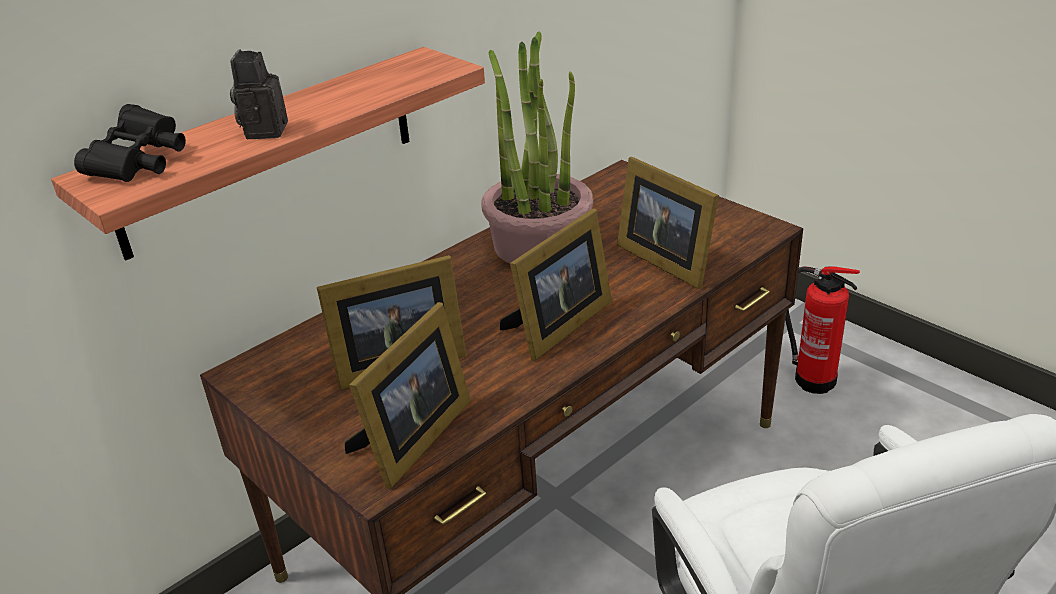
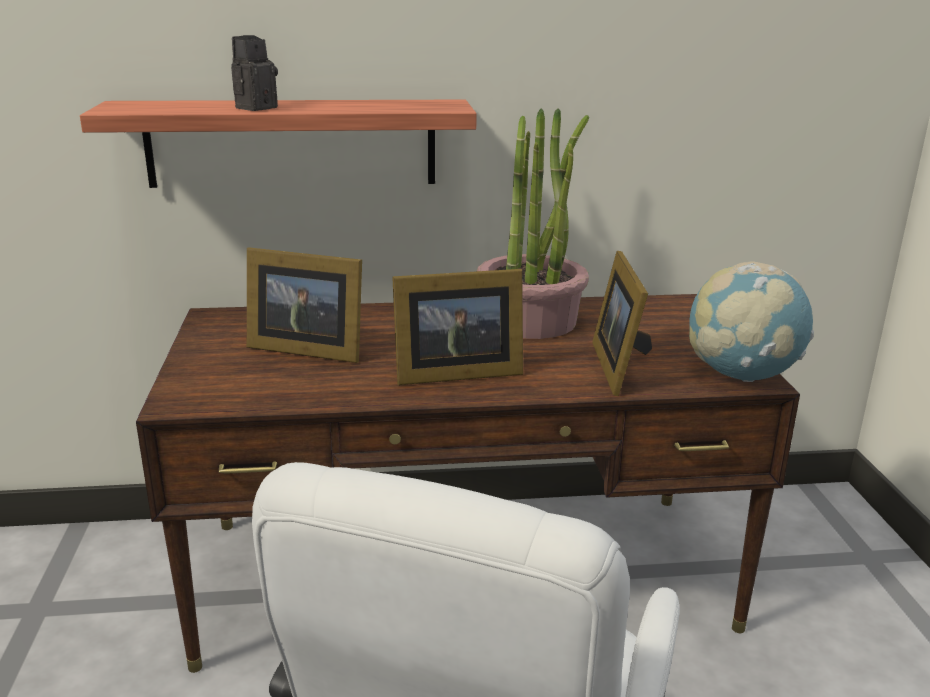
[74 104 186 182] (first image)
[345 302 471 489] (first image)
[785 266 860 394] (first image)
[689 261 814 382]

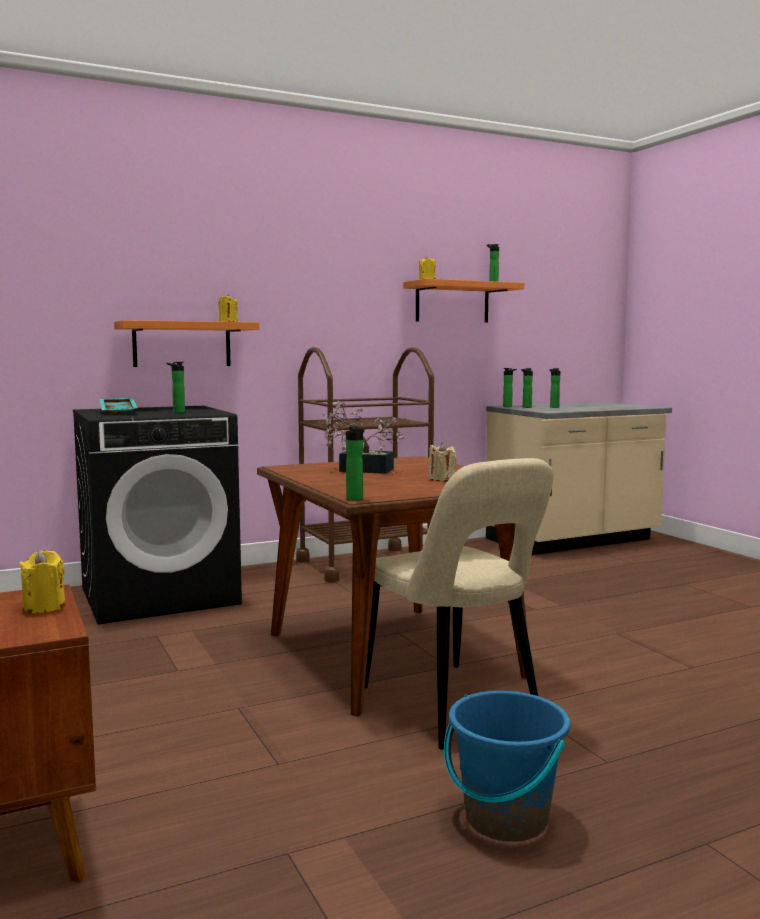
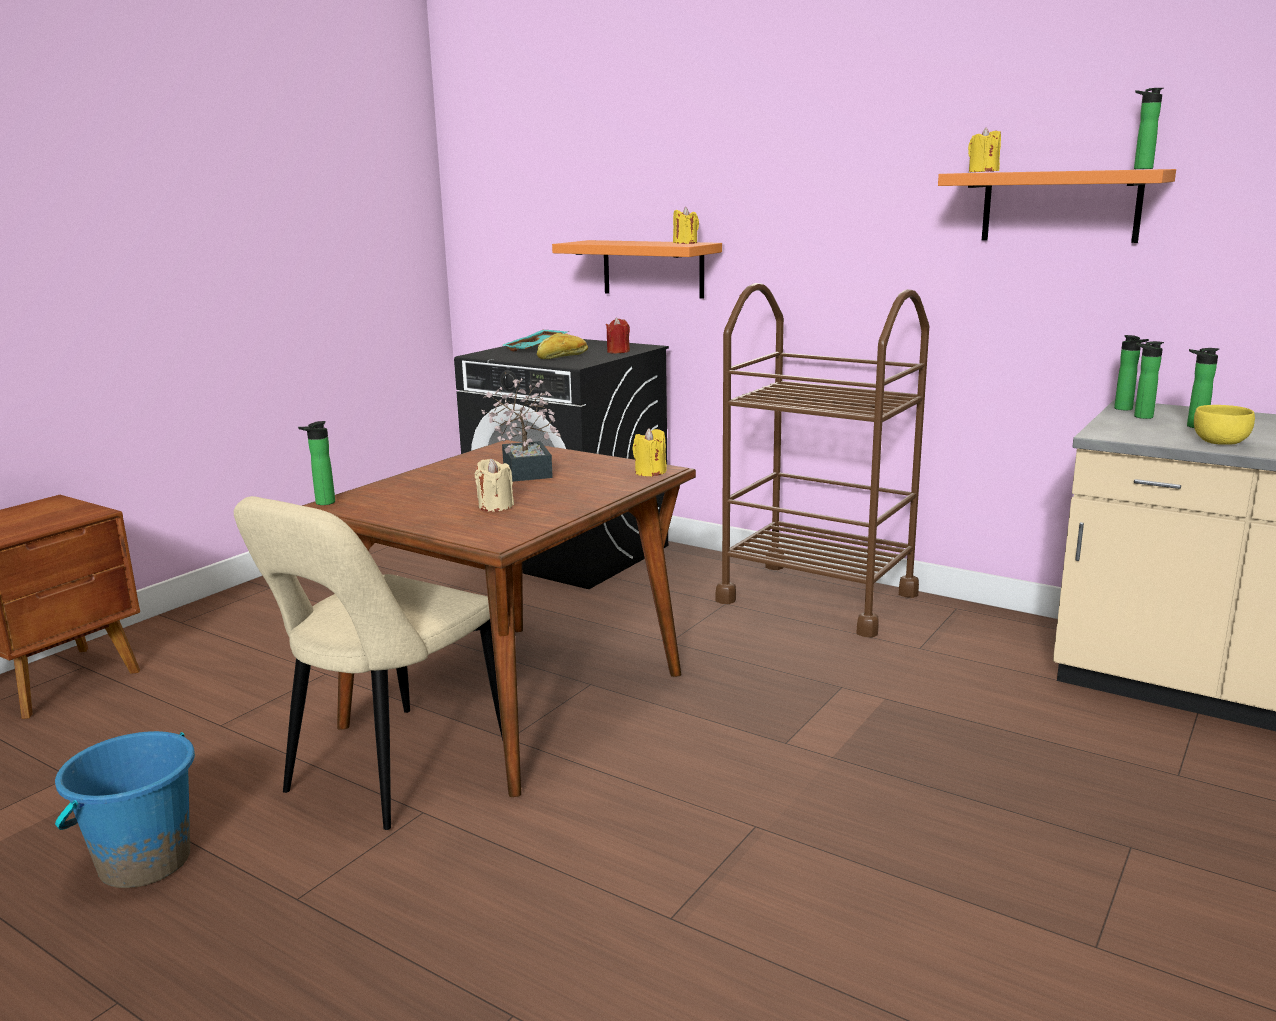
[606 318 630 353]
[1194 405 1255 445]
[632 428 667 477]
[537 333 588 359]

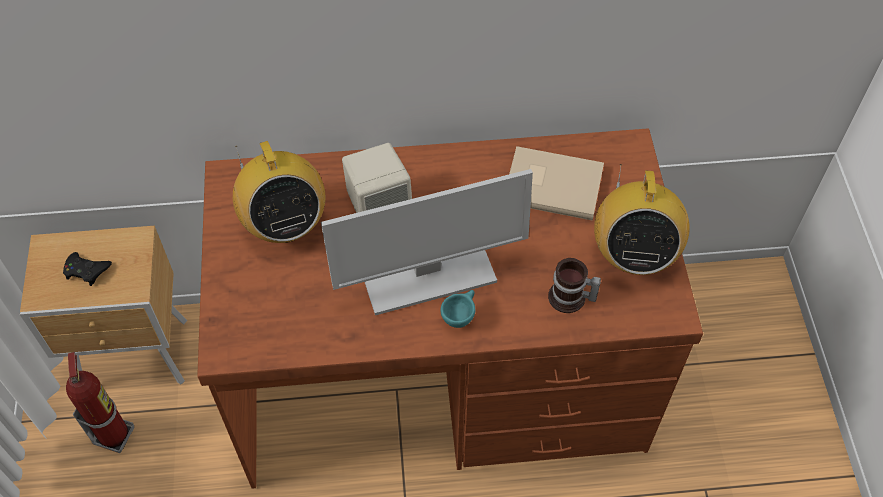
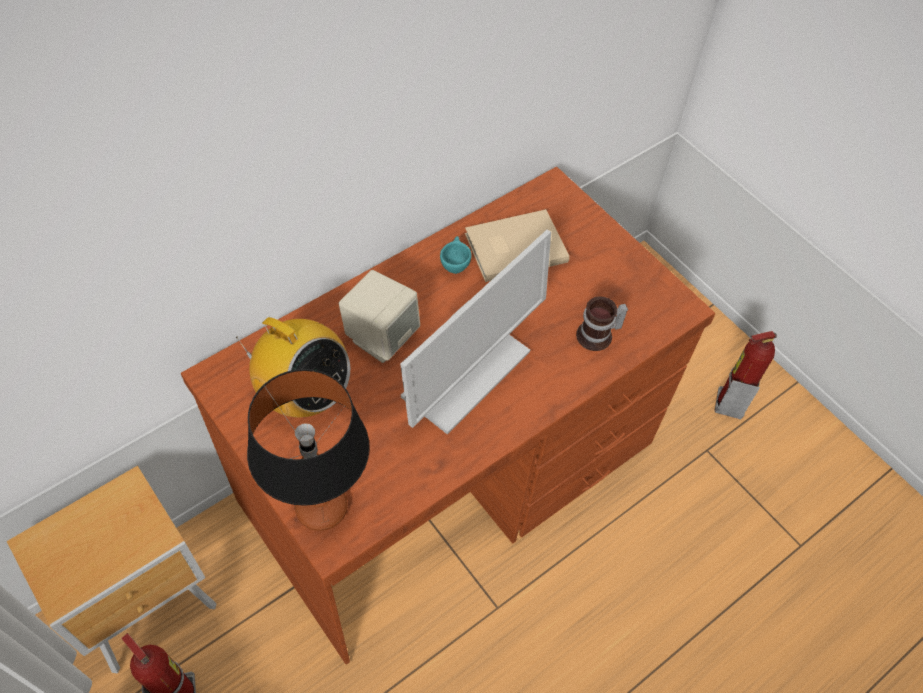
[63 252 112 286] (first image)
[594 164 689 275] (first image)
[247 369 370 531]
[714 331 777 420]
[440 236 472 274]

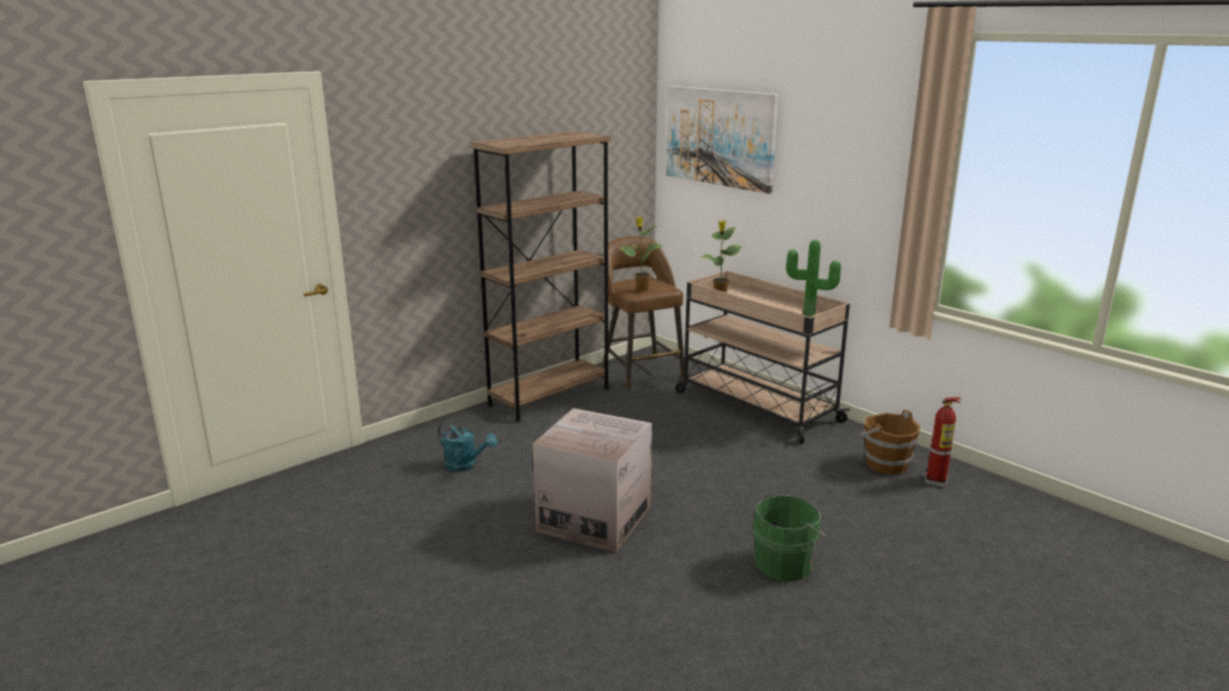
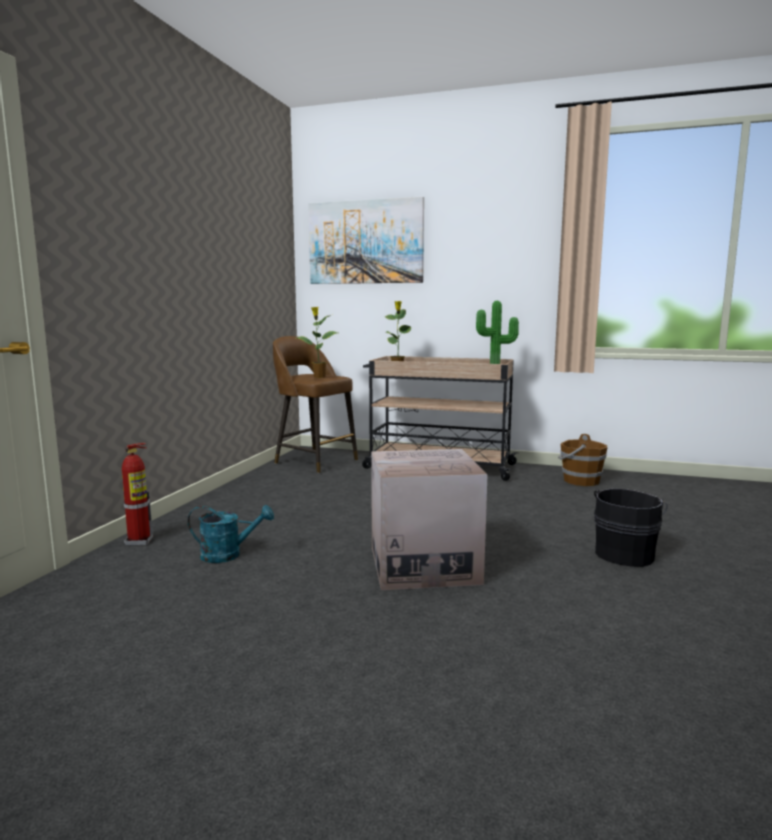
[469 131 611 422] (first image)
[122 443 153 546]
[594 489 668 567]

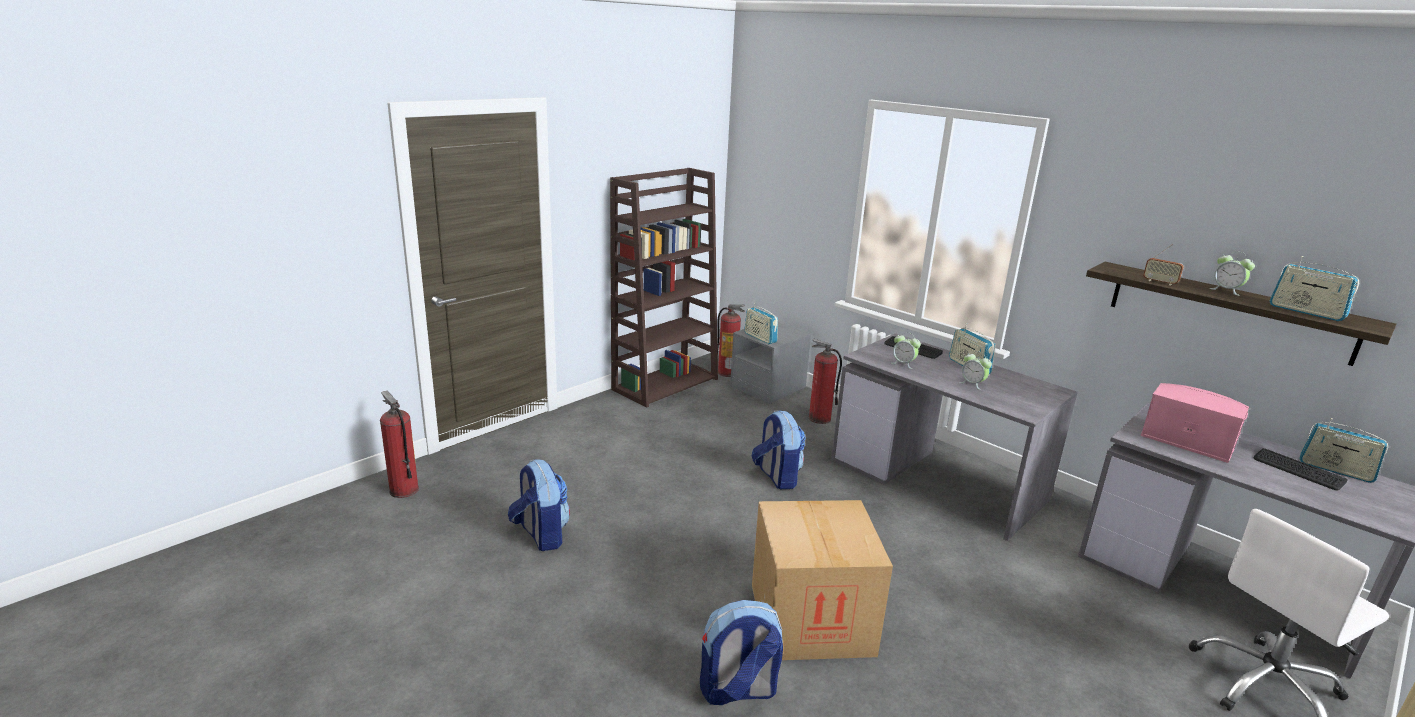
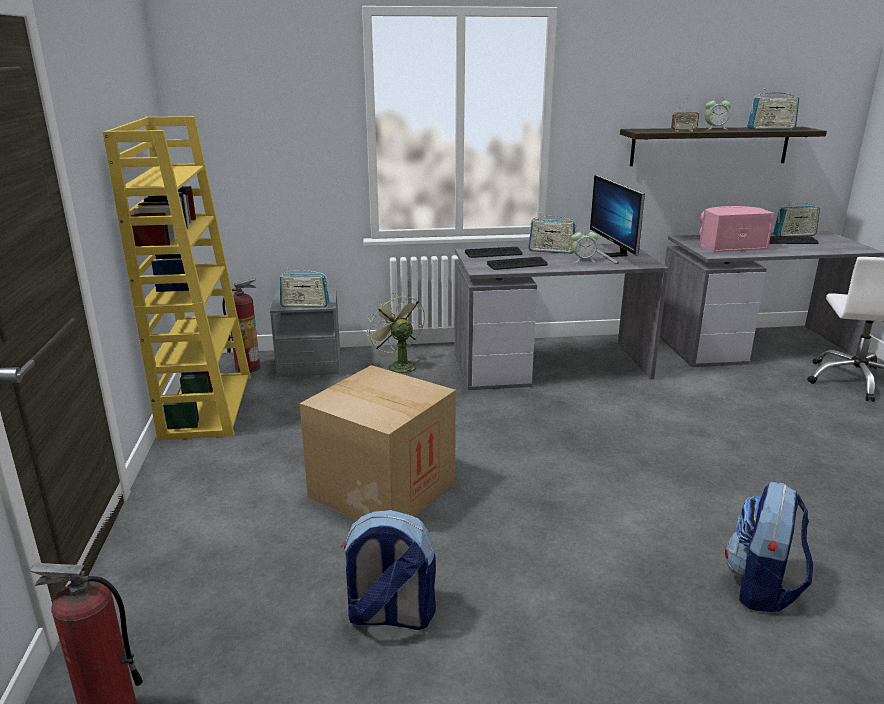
[752 410 806 489] (first image)
[590 175 645 264]
[300 365 456 520]
[366 293 425 376]
[487 257 548 270]
[103 116 251 441]

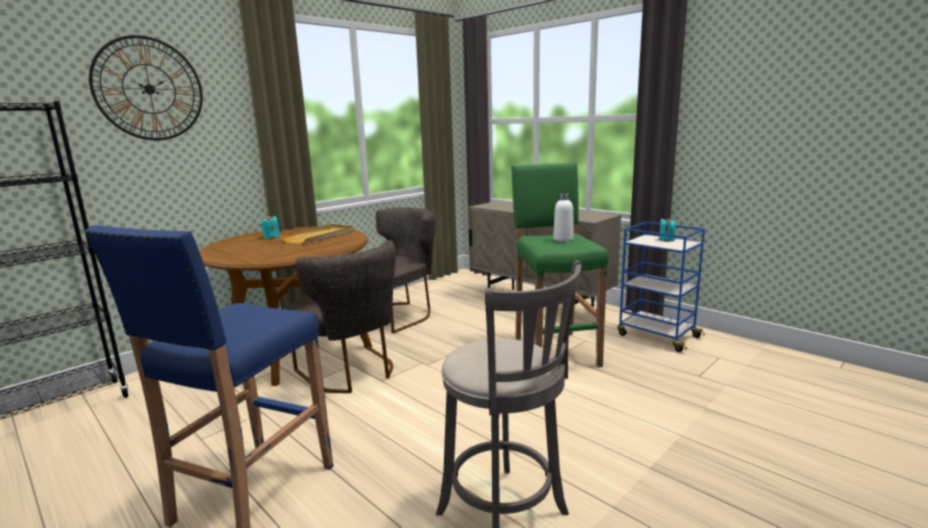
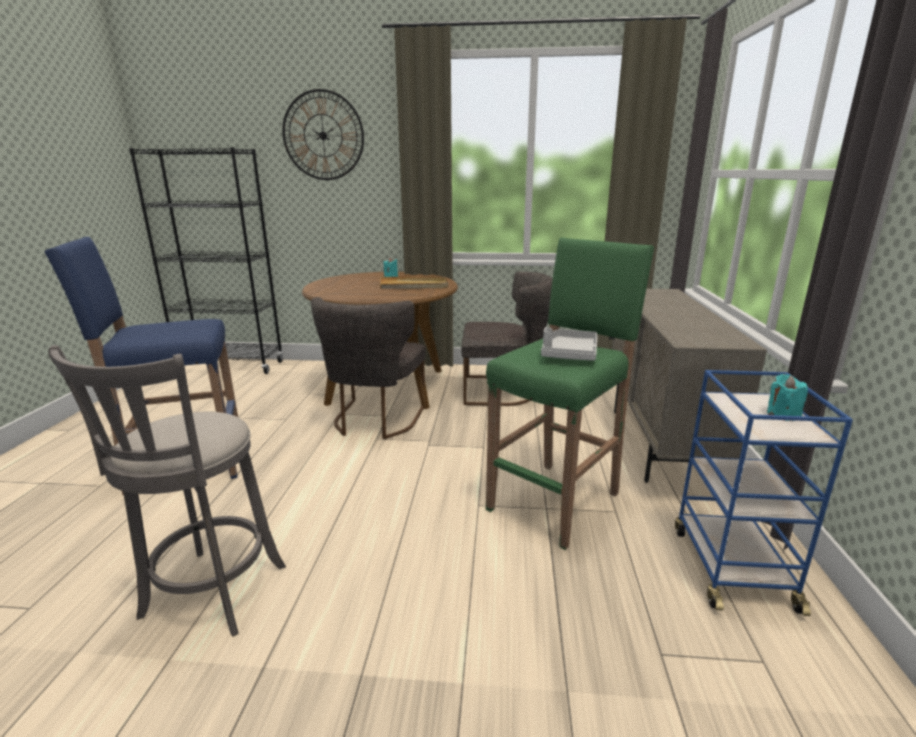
[541 327 598 361]

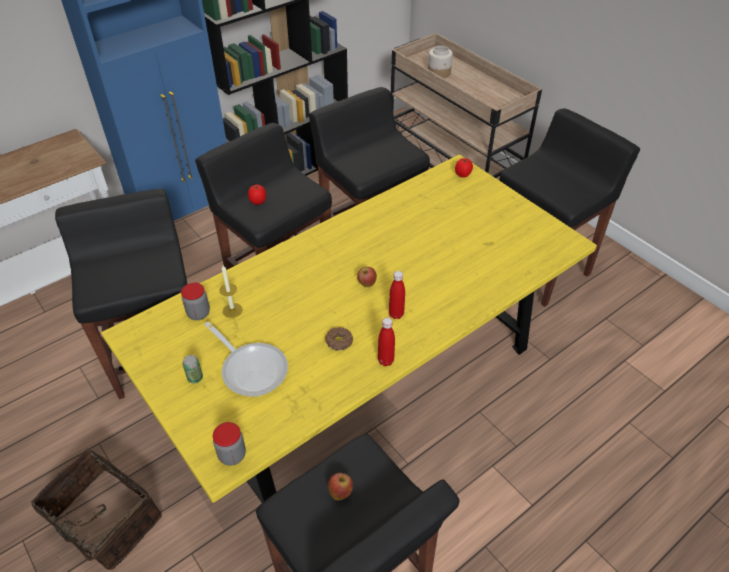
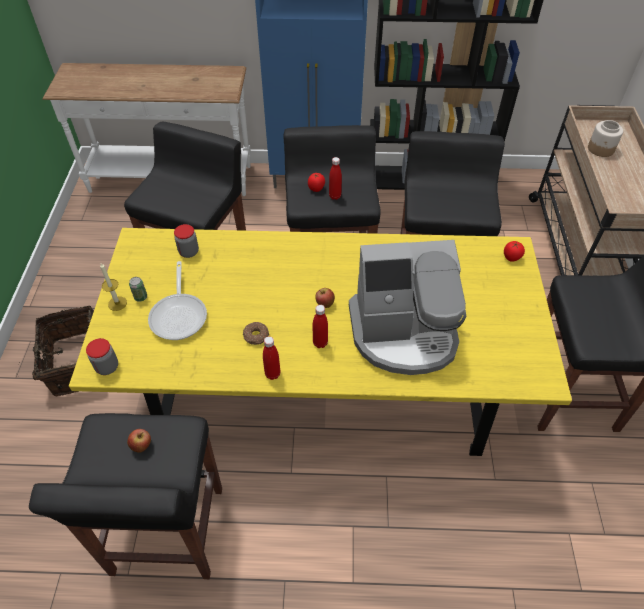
[329 157 342 200]
[349 240 466 375]
[100 263 127 311]

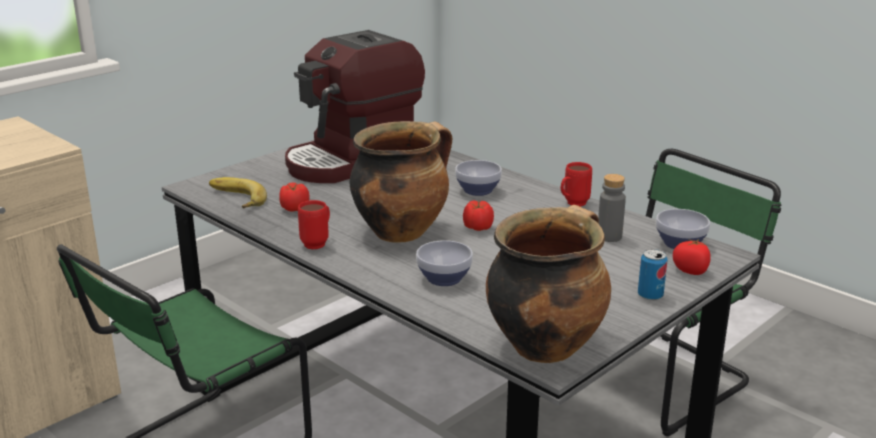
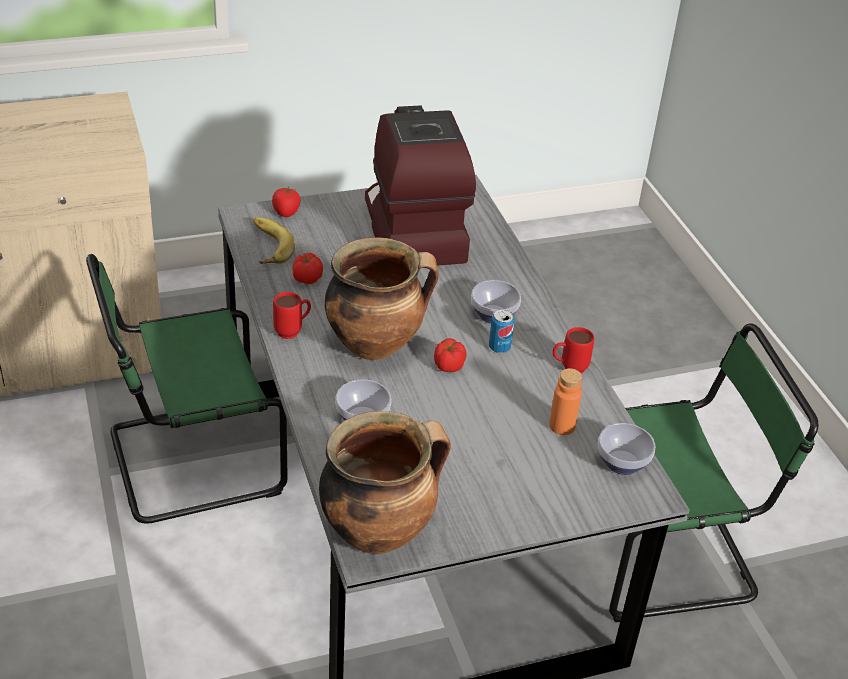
[489 310 515 353]
[272 187 300 217]
[549 368 582 435]
[365 105 476 266]

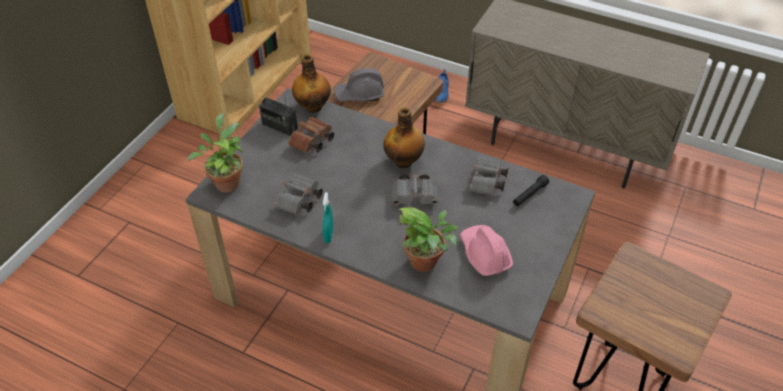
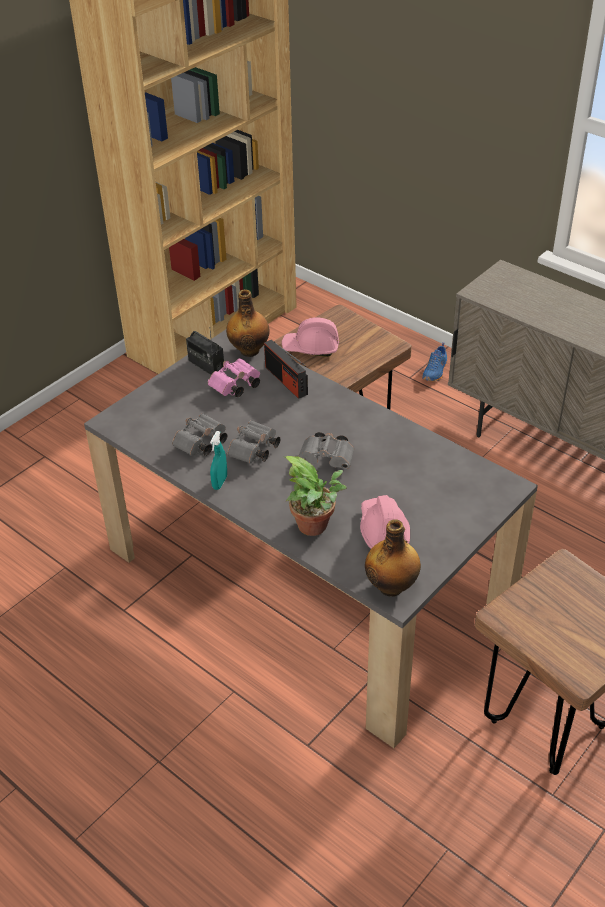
[187 113 243 193] (first image)
[513 175 549 206] (first image)
[264 340 308 399]
[365 519 421 597]
[227 420 280 464]
[208 358 260 397]
[282 317 339 357]

